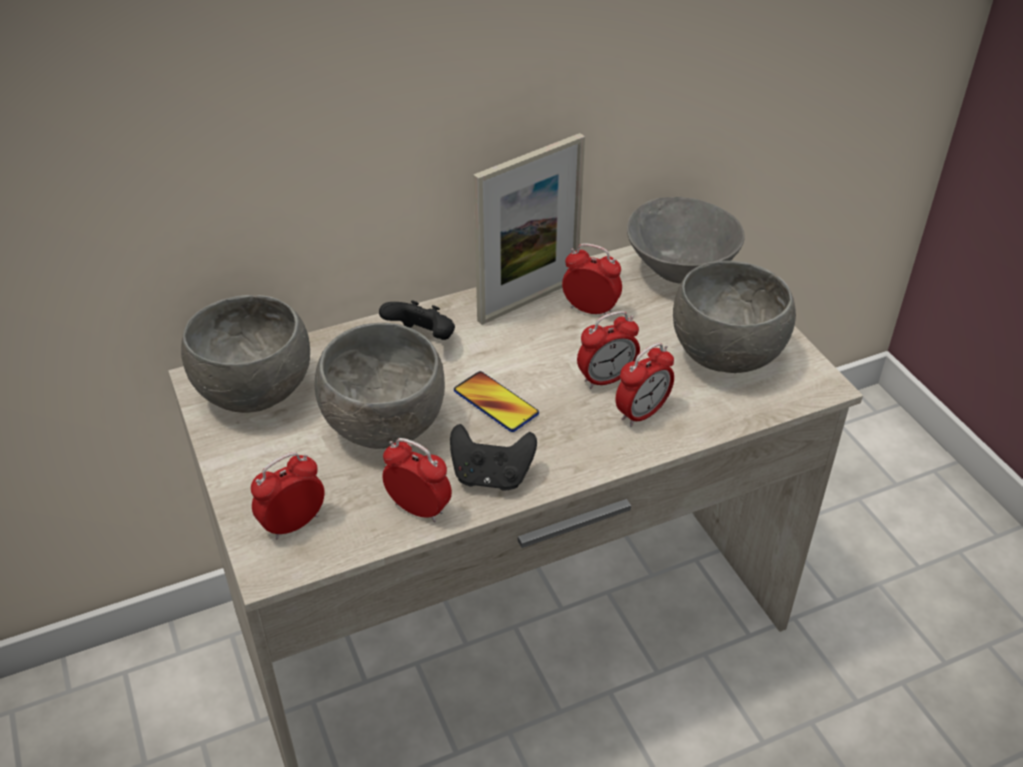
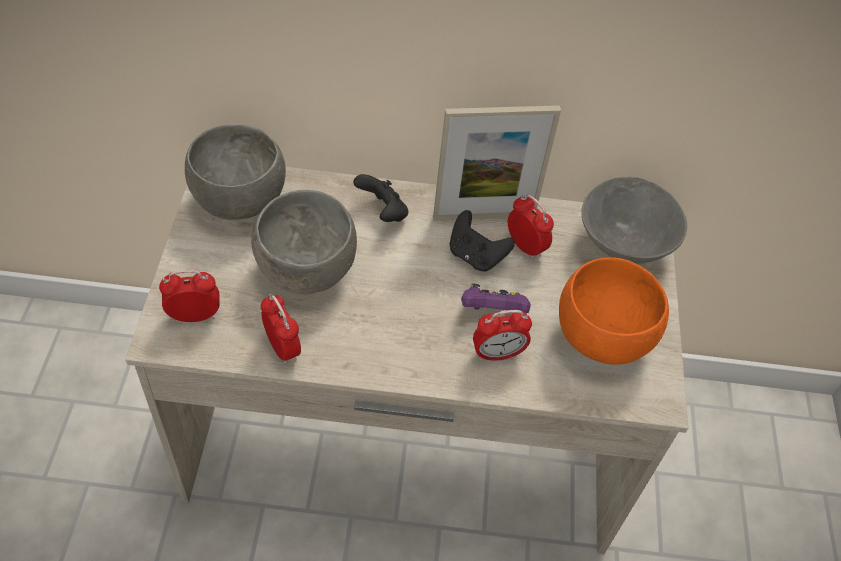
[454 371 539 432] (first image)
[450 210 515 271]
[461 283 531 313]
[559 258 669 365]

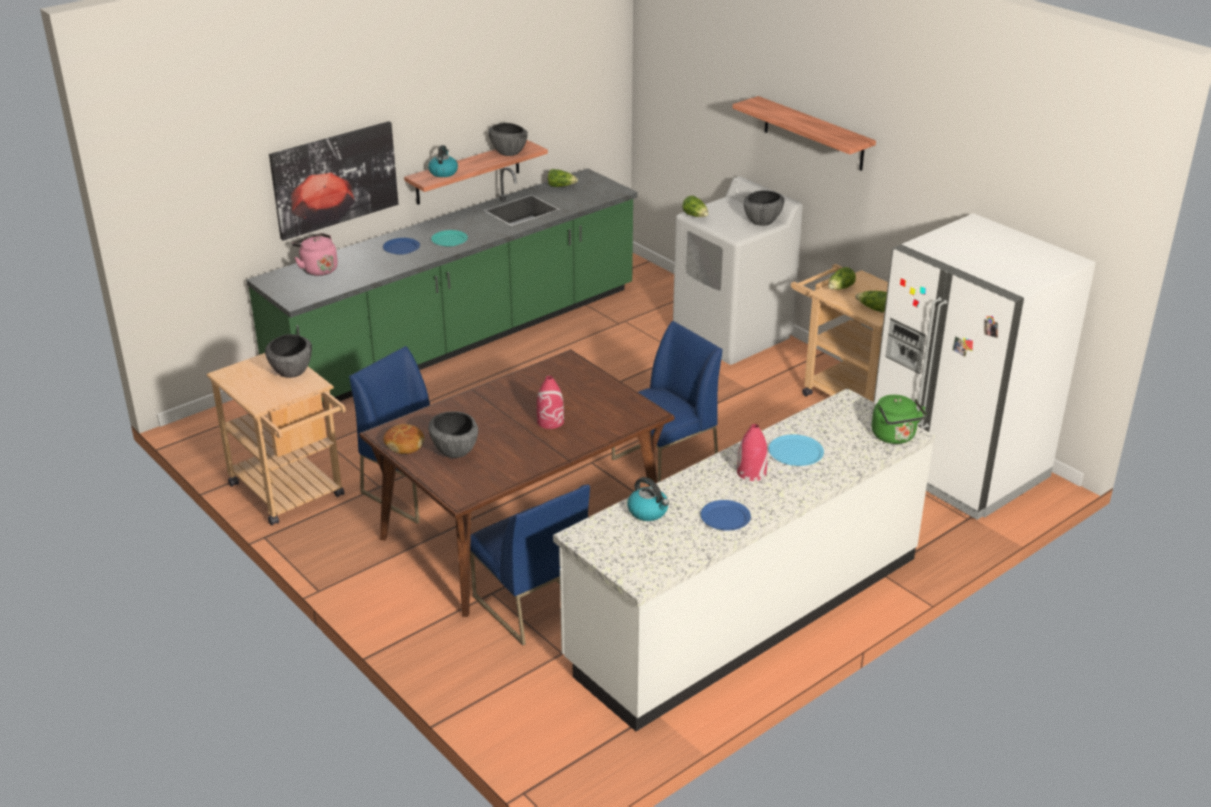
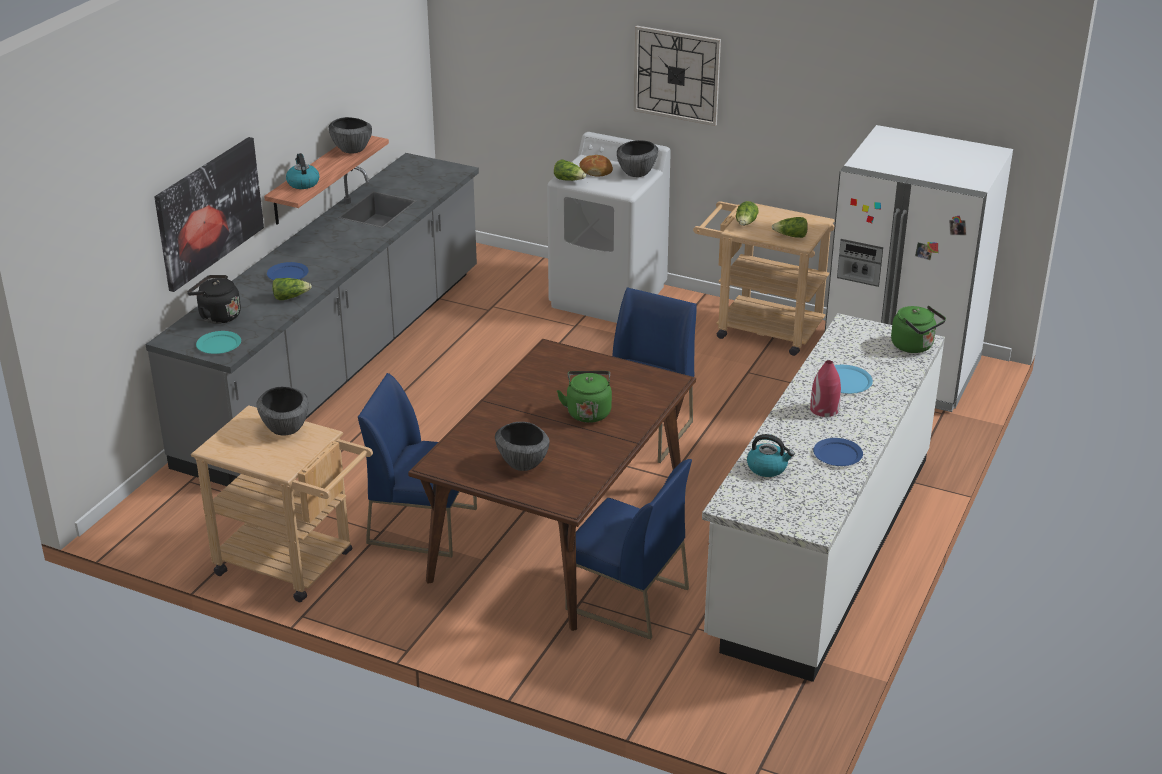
[579 155 613 177]
[196 331 241 354]
[272 278 312 300]
[557 371 612 423]
[634 26 721 126]
[146 153 479 486]
[187 275 241 324]

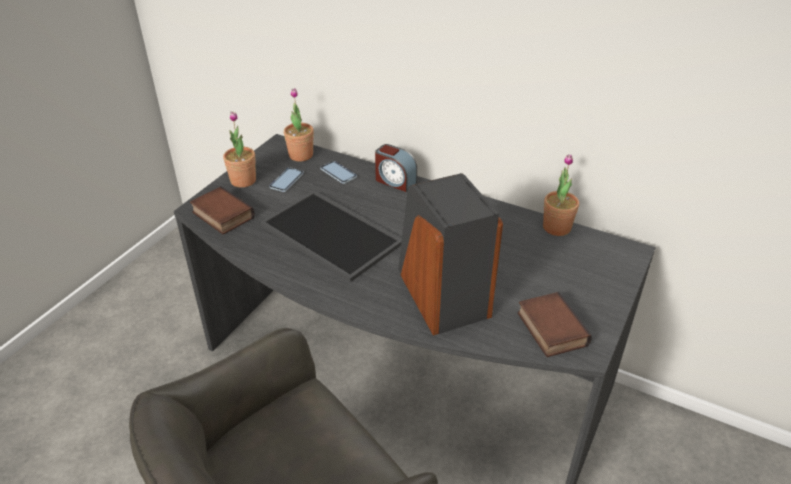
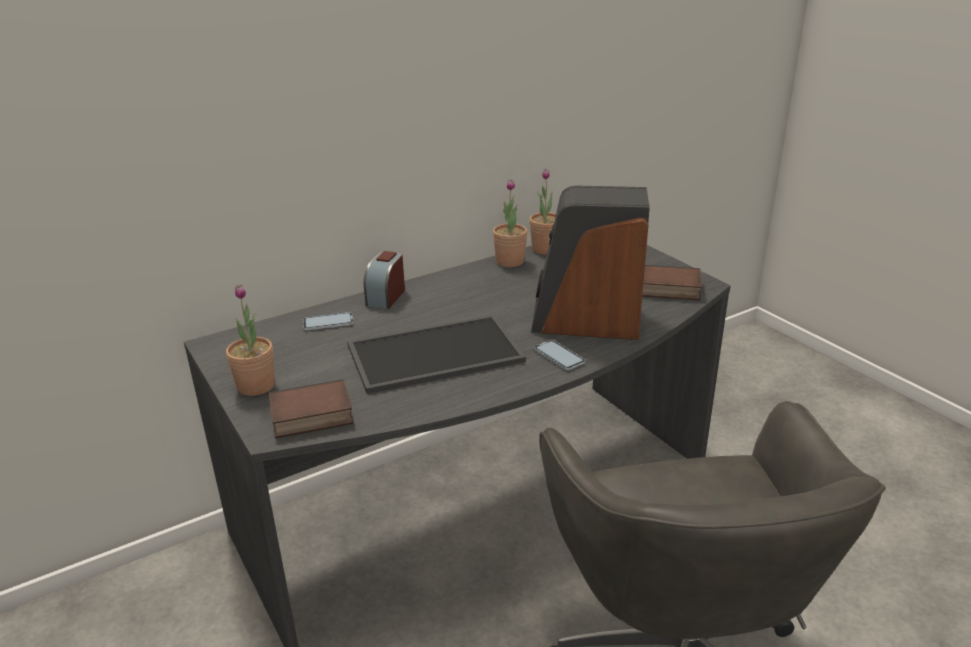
[534 340 586 370]
[493 179 527 267]
[363 251 405 309]

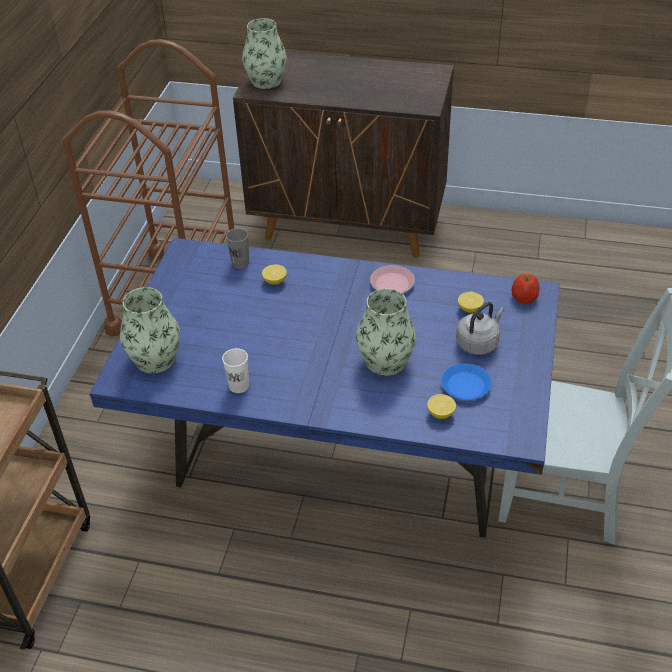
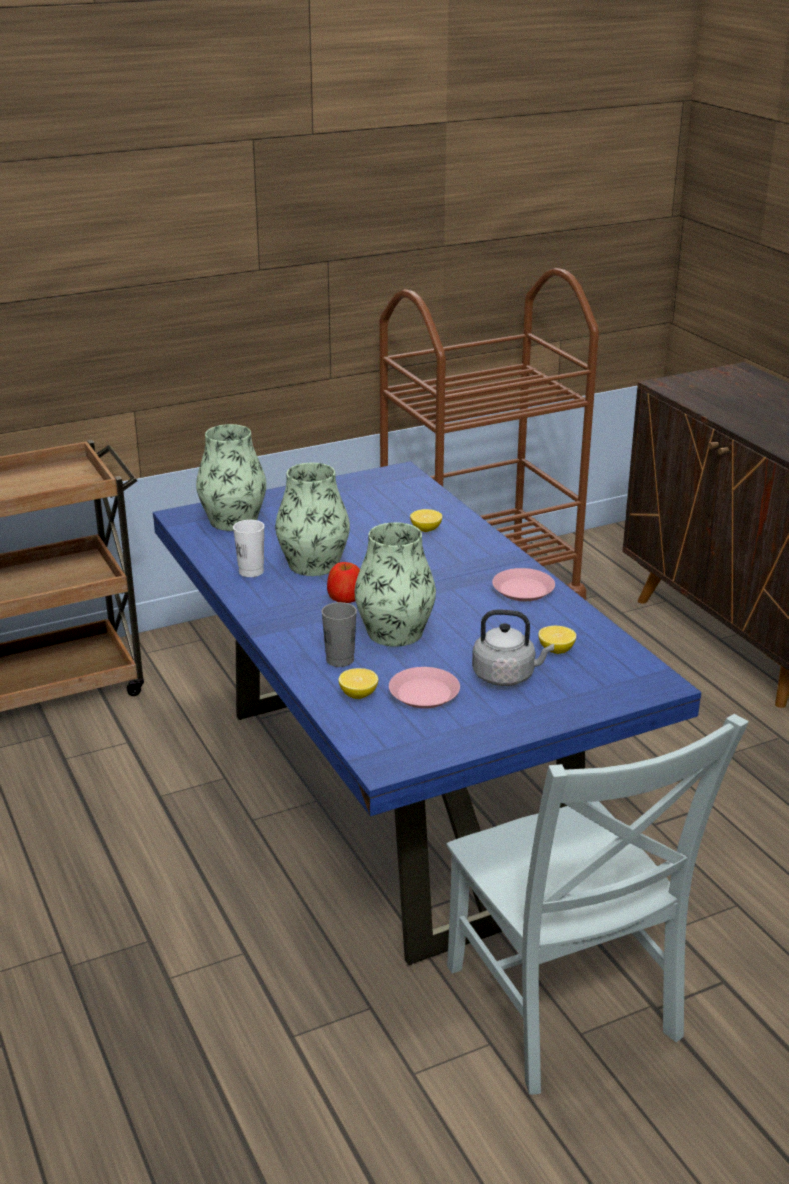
[321 602 357 667]
[275 463 350 576]
[327 562 360 603]
[389 667 460 709]

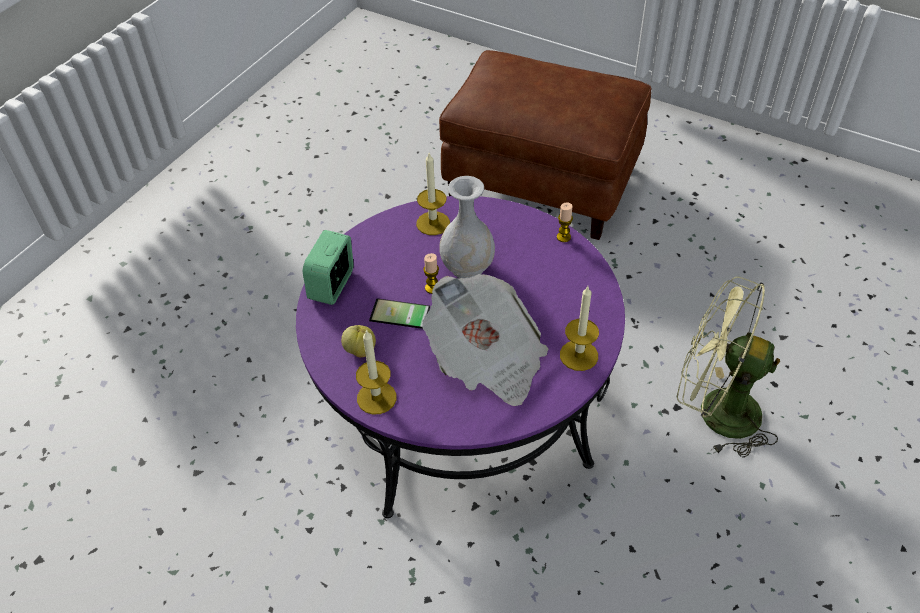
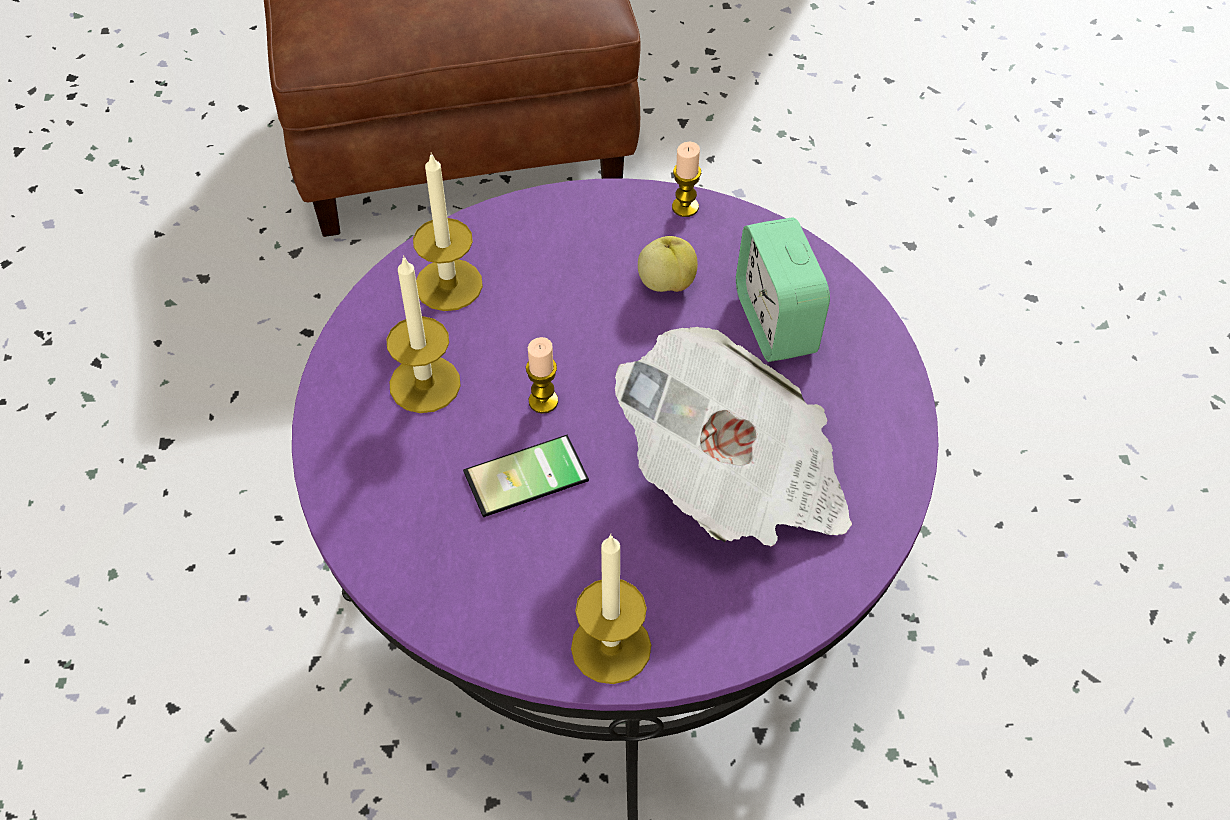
[439 176 495 278] (first image)
[677 277 780 458] (first image)
[736 217 830 362]
[638 236 698 292]
[387 255 461 413]

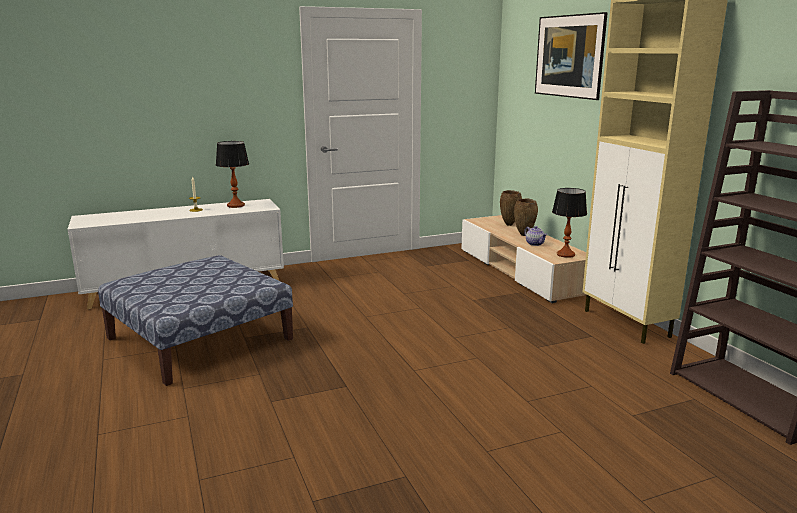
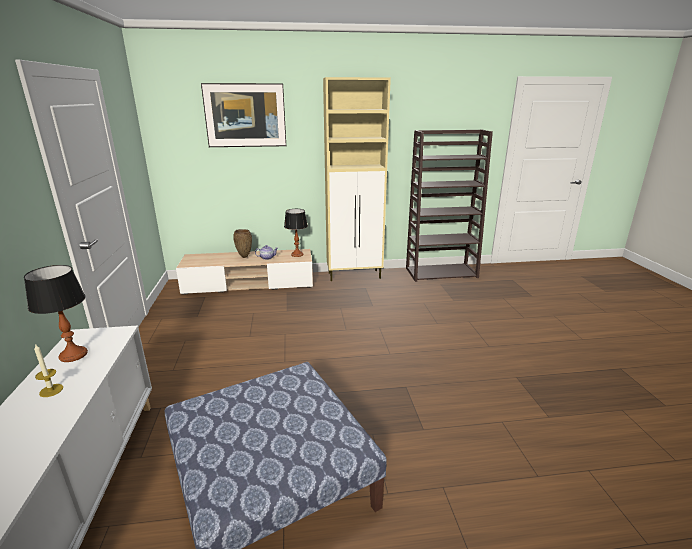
[500 190 522 226] (first image)

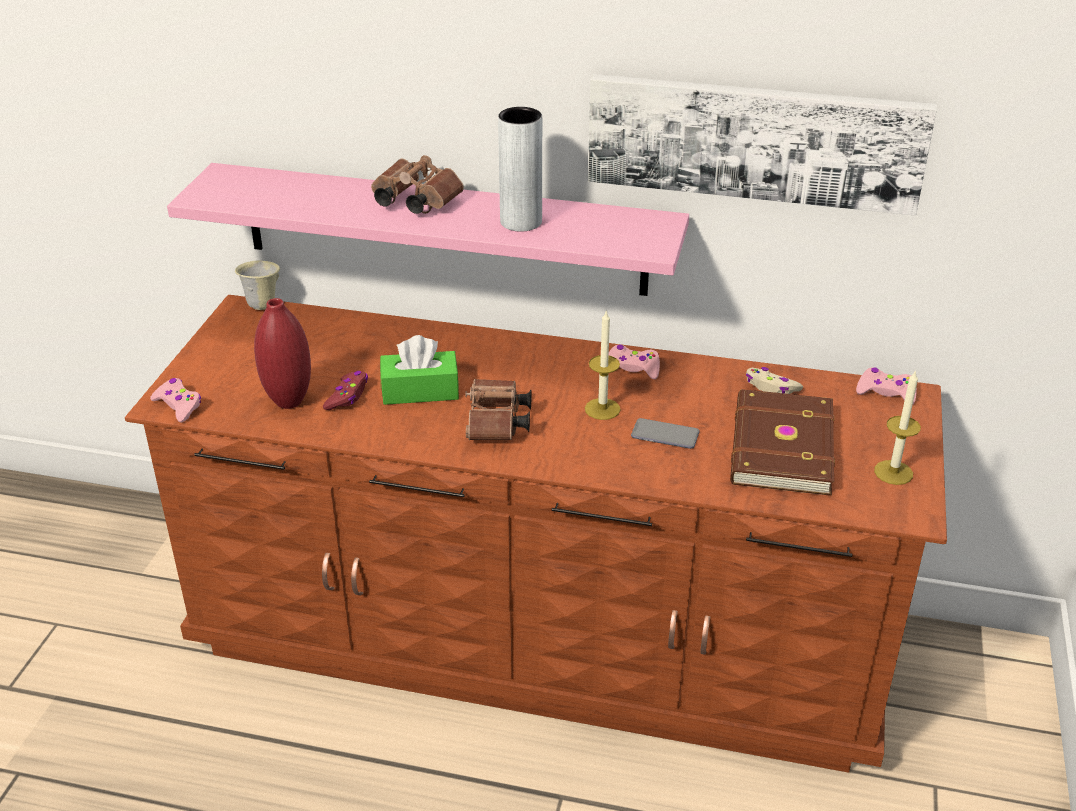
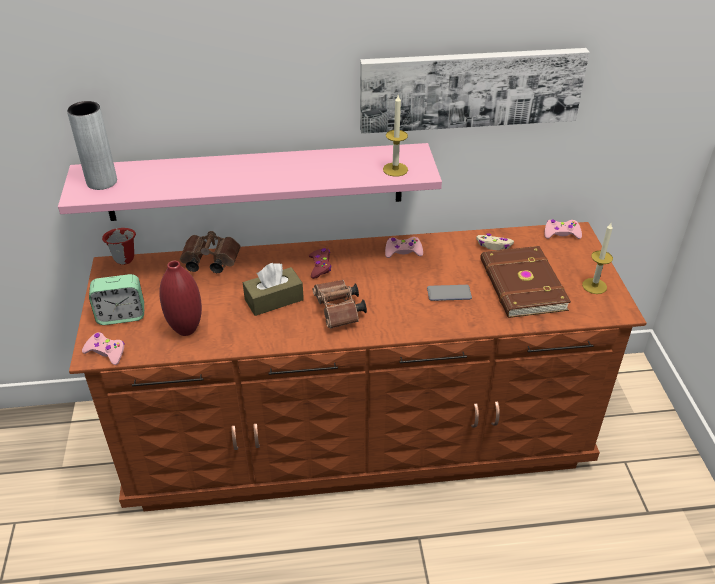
[89 274 144 325]
[309 248 331 279]
[180 231 241 273]
[67 101 117 190]
[383 95 408 177]
[102 228 136 265]
[243 263 304 316]

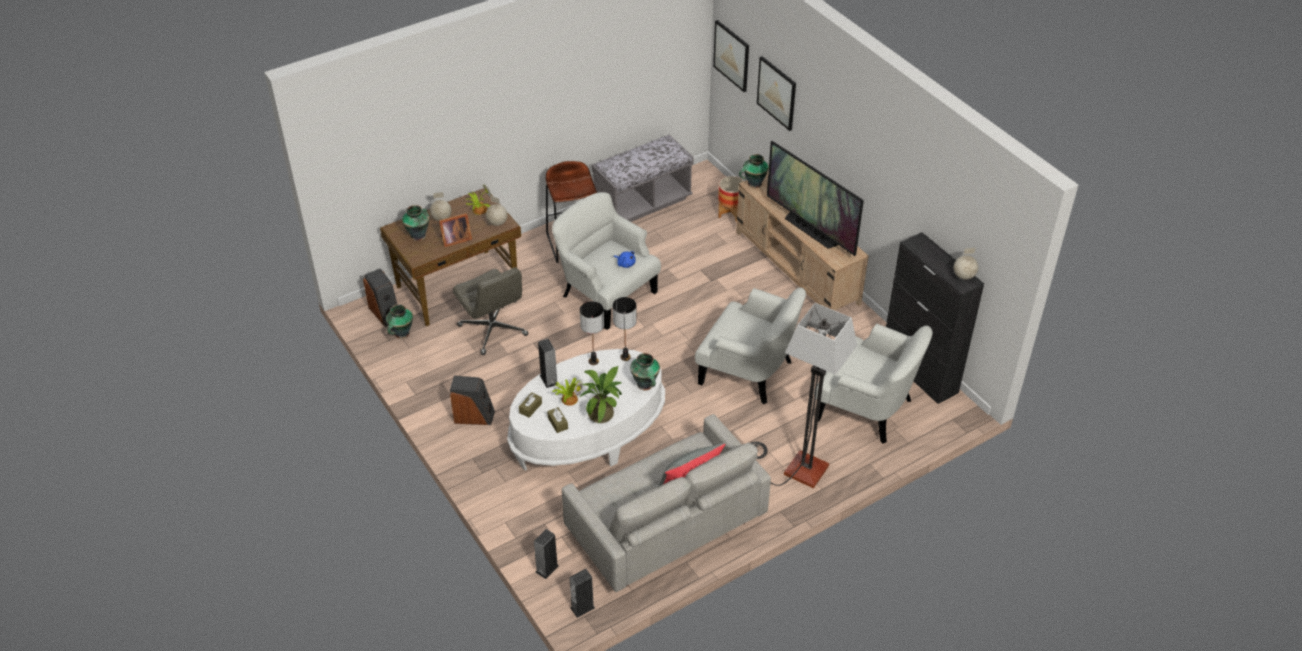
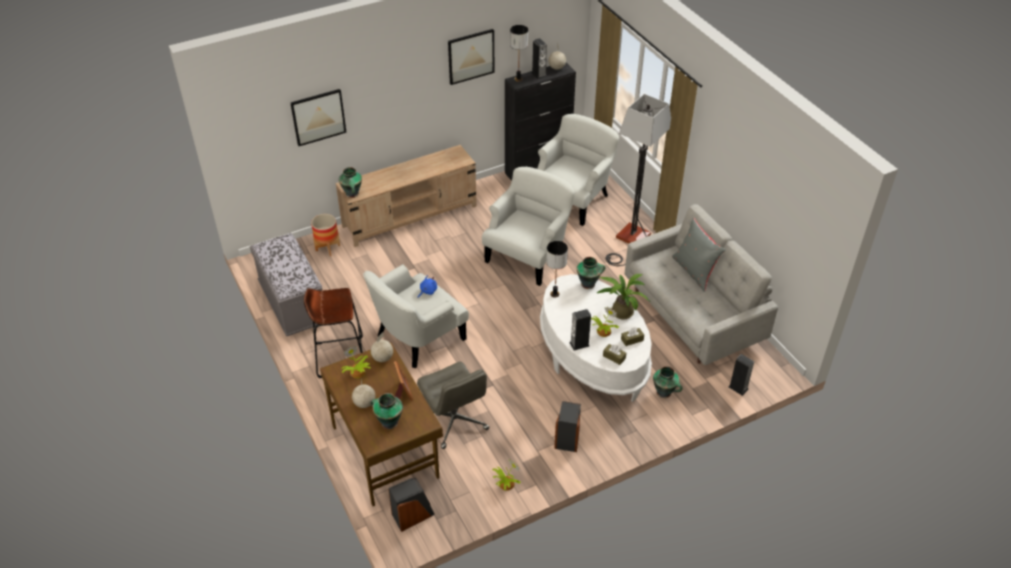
[767 141 864 256] (first image)
[492 460 521 491]
[653 366 683 398]
[531 38 547 80]
[510 25 528 82]
[448 29 495 85]
[417 362 489 449]

